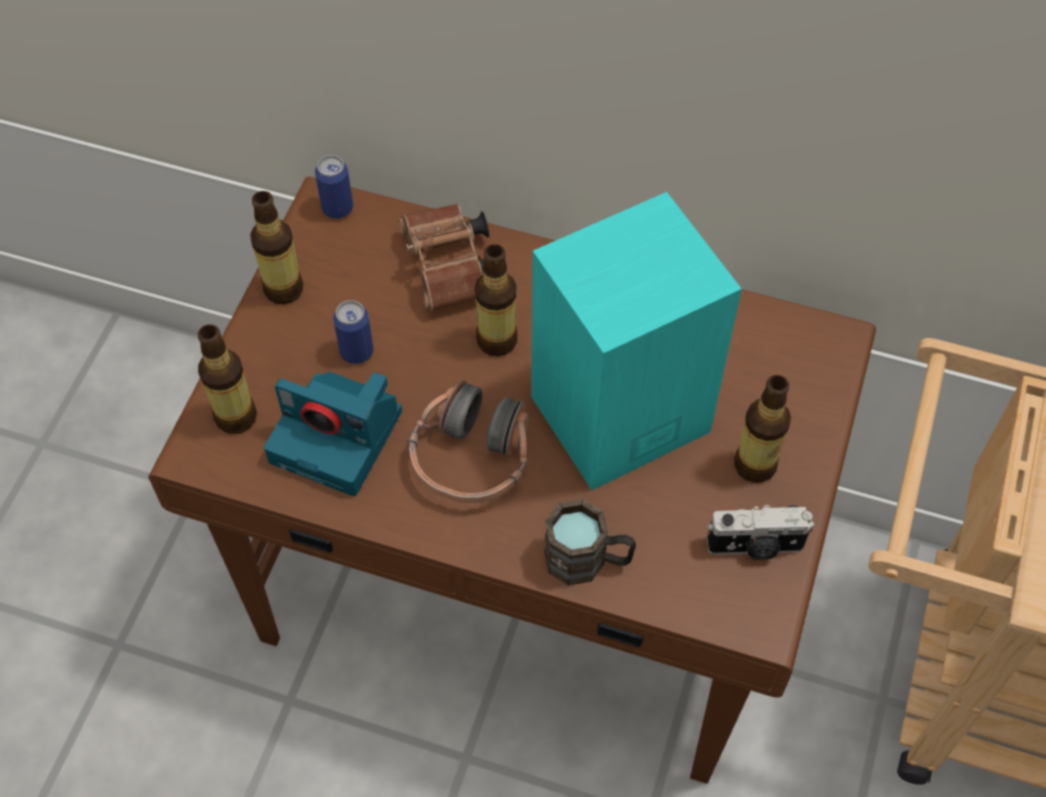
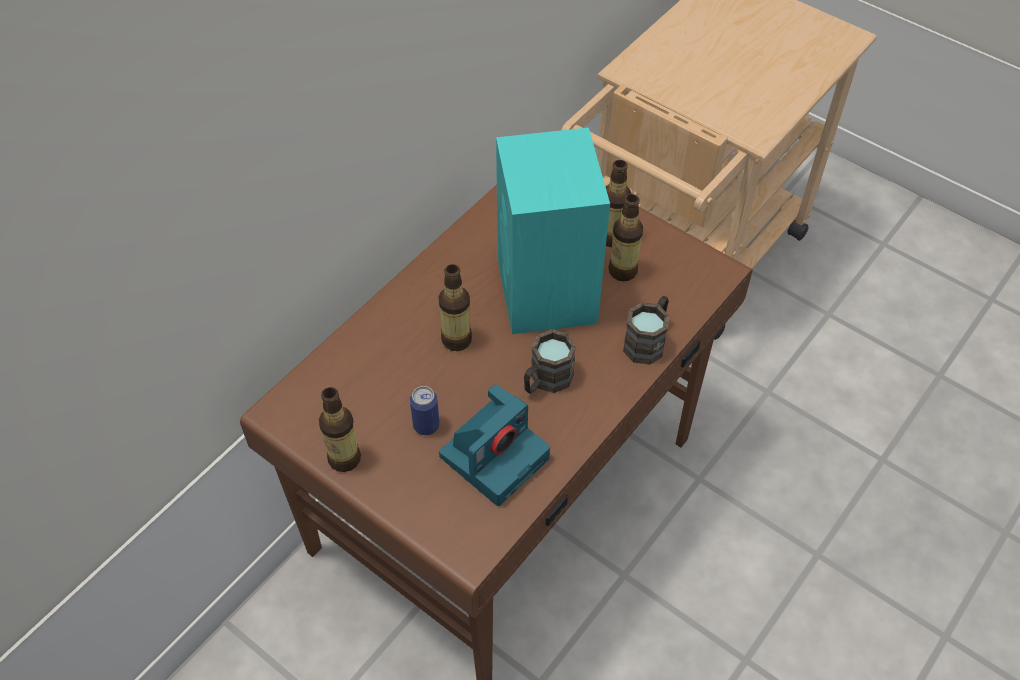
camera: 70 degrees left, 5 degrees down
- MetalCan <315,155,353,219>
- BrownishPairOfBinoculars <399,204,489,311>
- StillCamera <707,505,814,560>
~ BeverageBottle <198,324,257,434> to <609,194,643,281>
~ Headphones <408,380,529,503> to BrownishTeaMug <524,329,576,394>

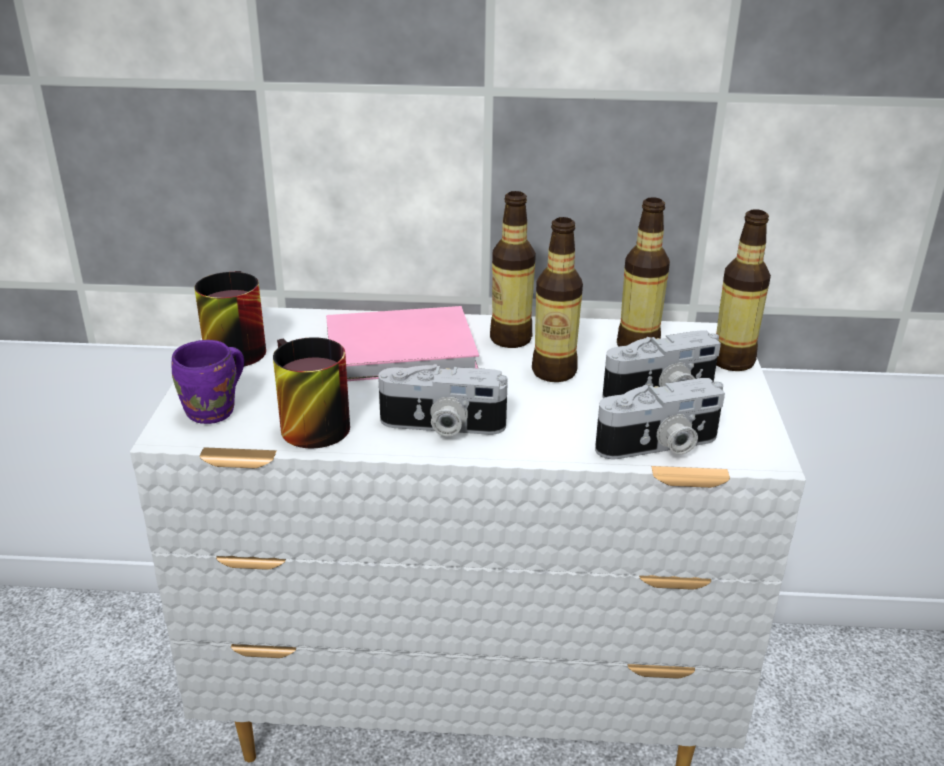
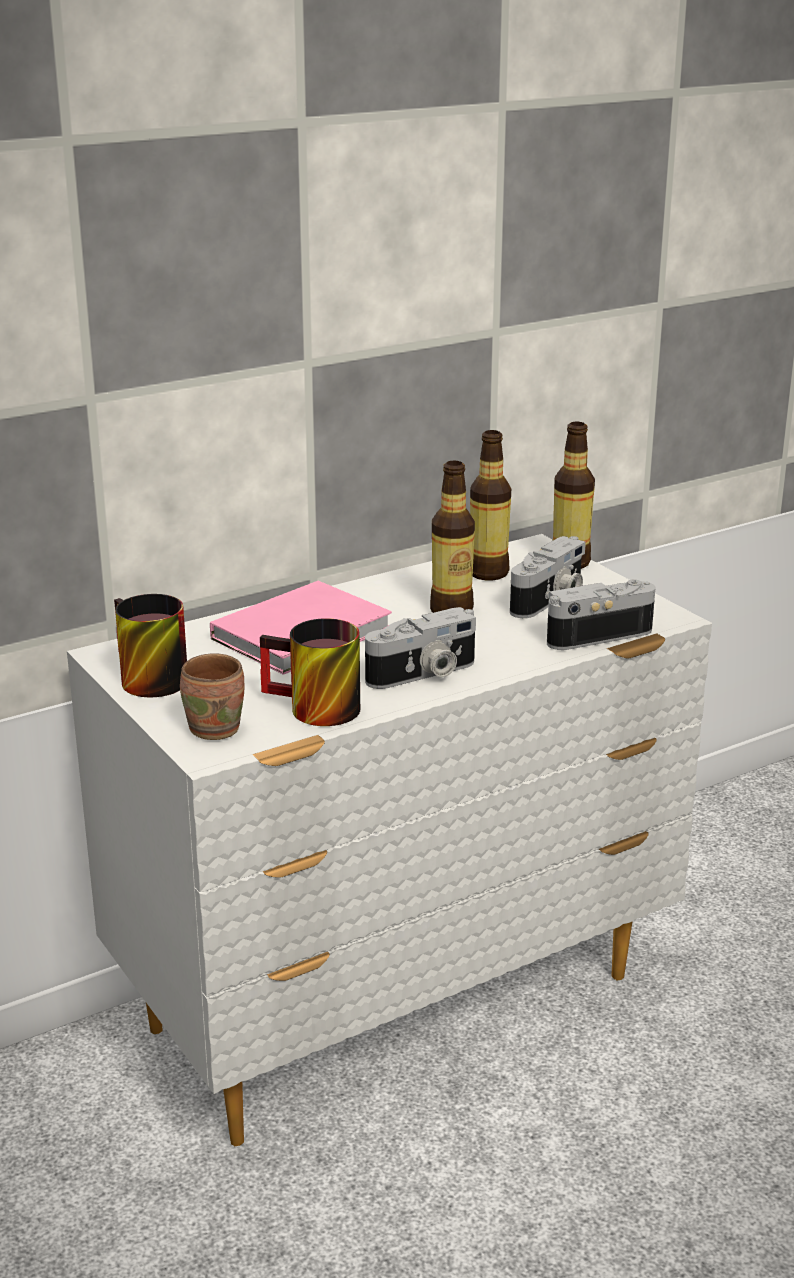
camera: 35 degrees left, 5 degrees down
- BeverageBottle <490,191,536,348>
~ PurplishTeaMug <172,340,244,424> to BrownishTeaMug <180,653,245,740>
~ StillCamera <595,378,725,459> = <547,579,656,650> 150 degrees counterclockwise

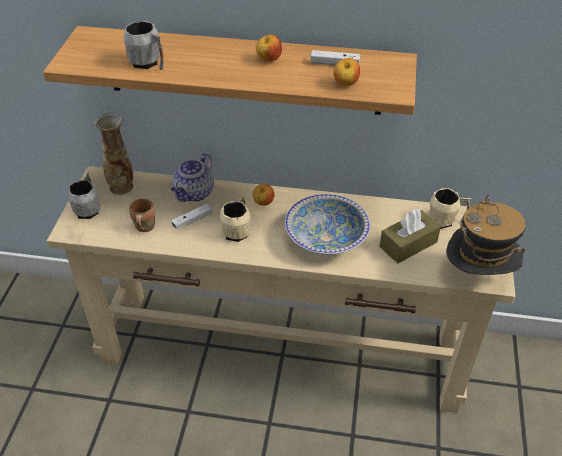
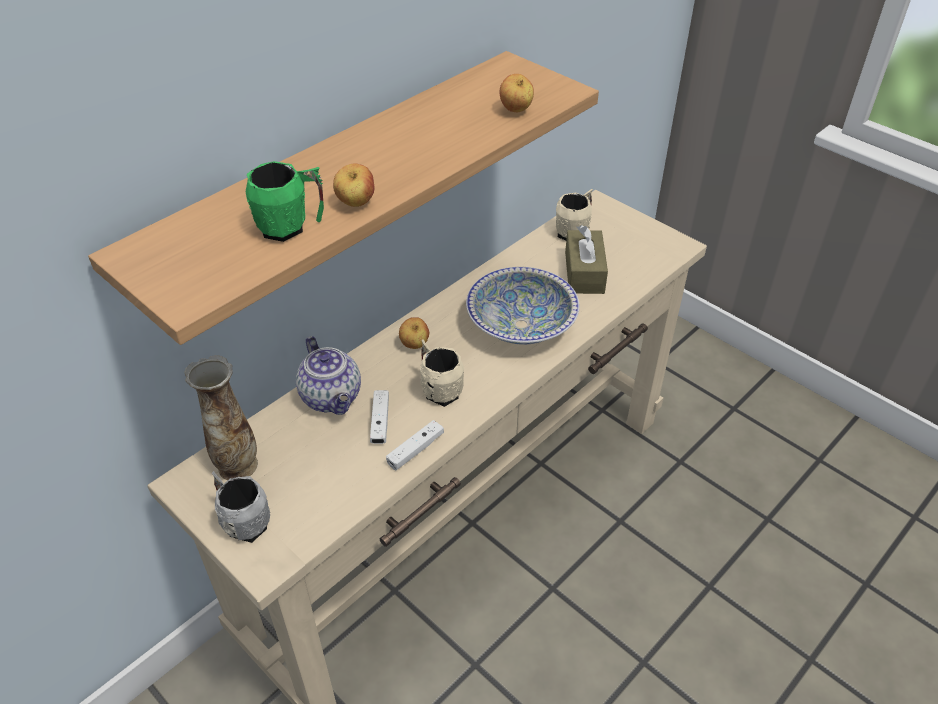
camera: 55 degrees left, 0 degrees up
- BrownishTeaMug <129,198,155,232>
- ClothingHat <446,195,526,275>
~ AppleFruit <256,35,282,62> to <333,163,374,207>
~ WhiteColouredJoypad <311,50,360,65> to <386,420,444,470>
~ GreyishTeaMug <124,21,164,70> to GreenColouredTeaMug <246,161,324,242>

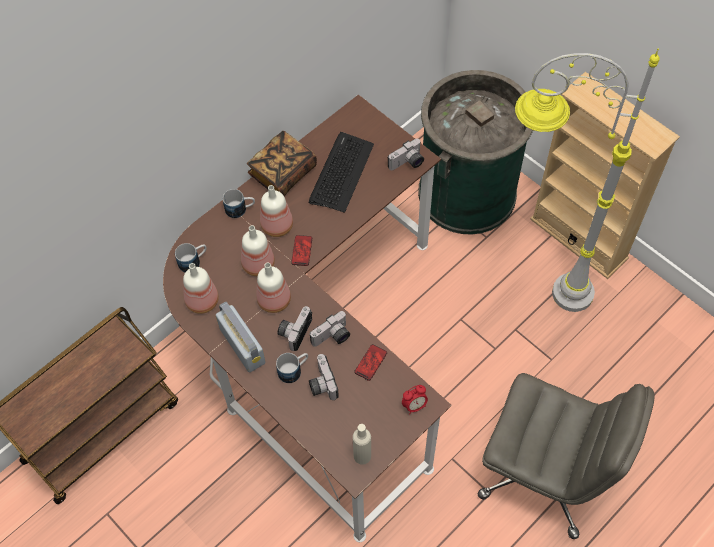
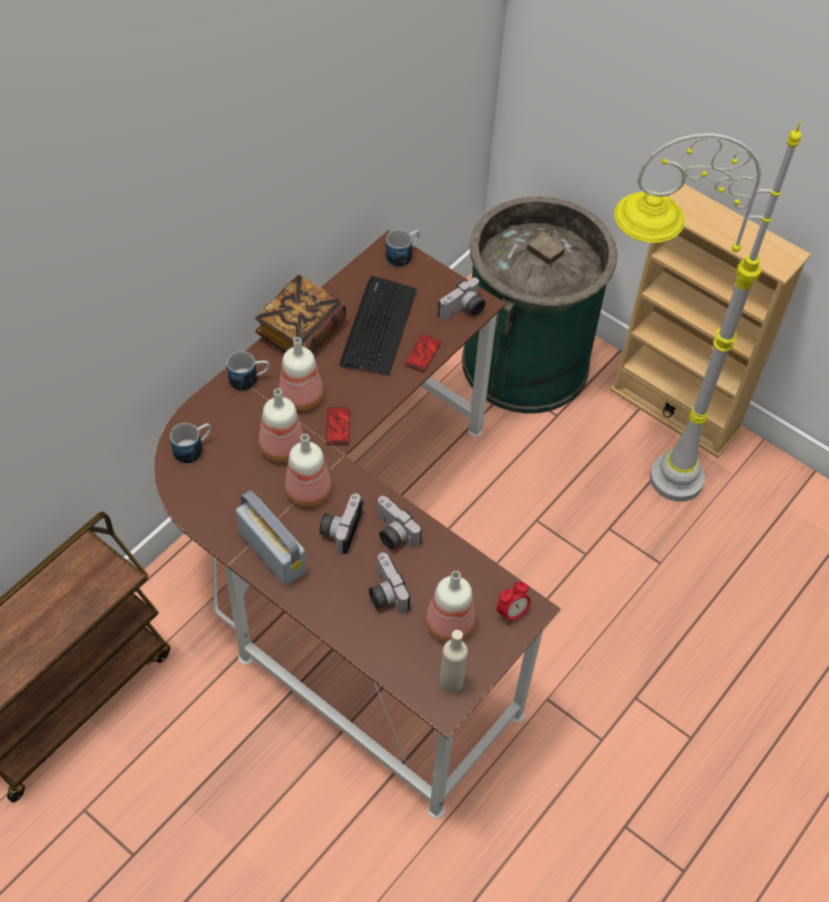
camera: 10 degrees left, 5 degrees down
- GreyishDeskChair <478,373,655,539>
~ BeverageBottle <183,263,219,314> to <426,571,475,642>
~ TeaMug <276,353,308,383> to <386,230,420,267>
~ Phone <354,344,387,381> to <405,334,441,372>
~ StillCamera <310,311,350,347> = <378,496,422,549> 90 degrees clockwise

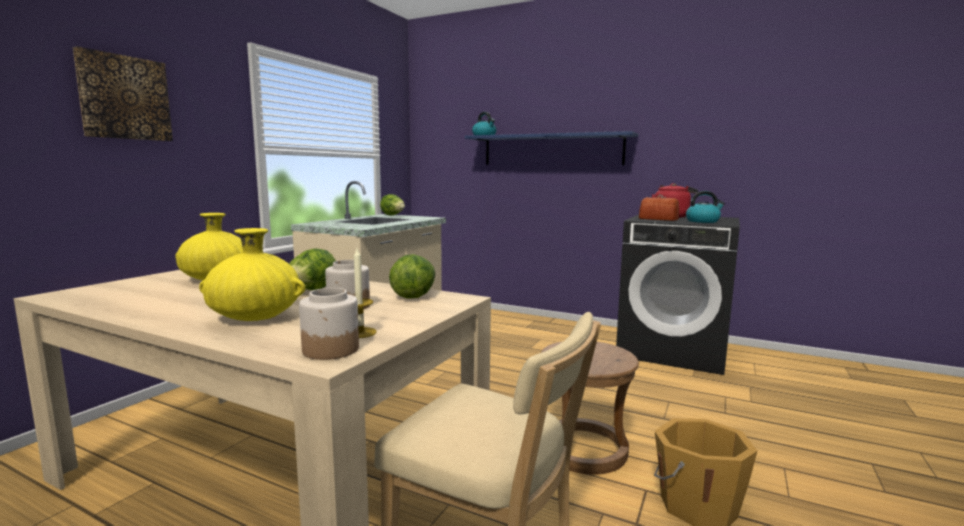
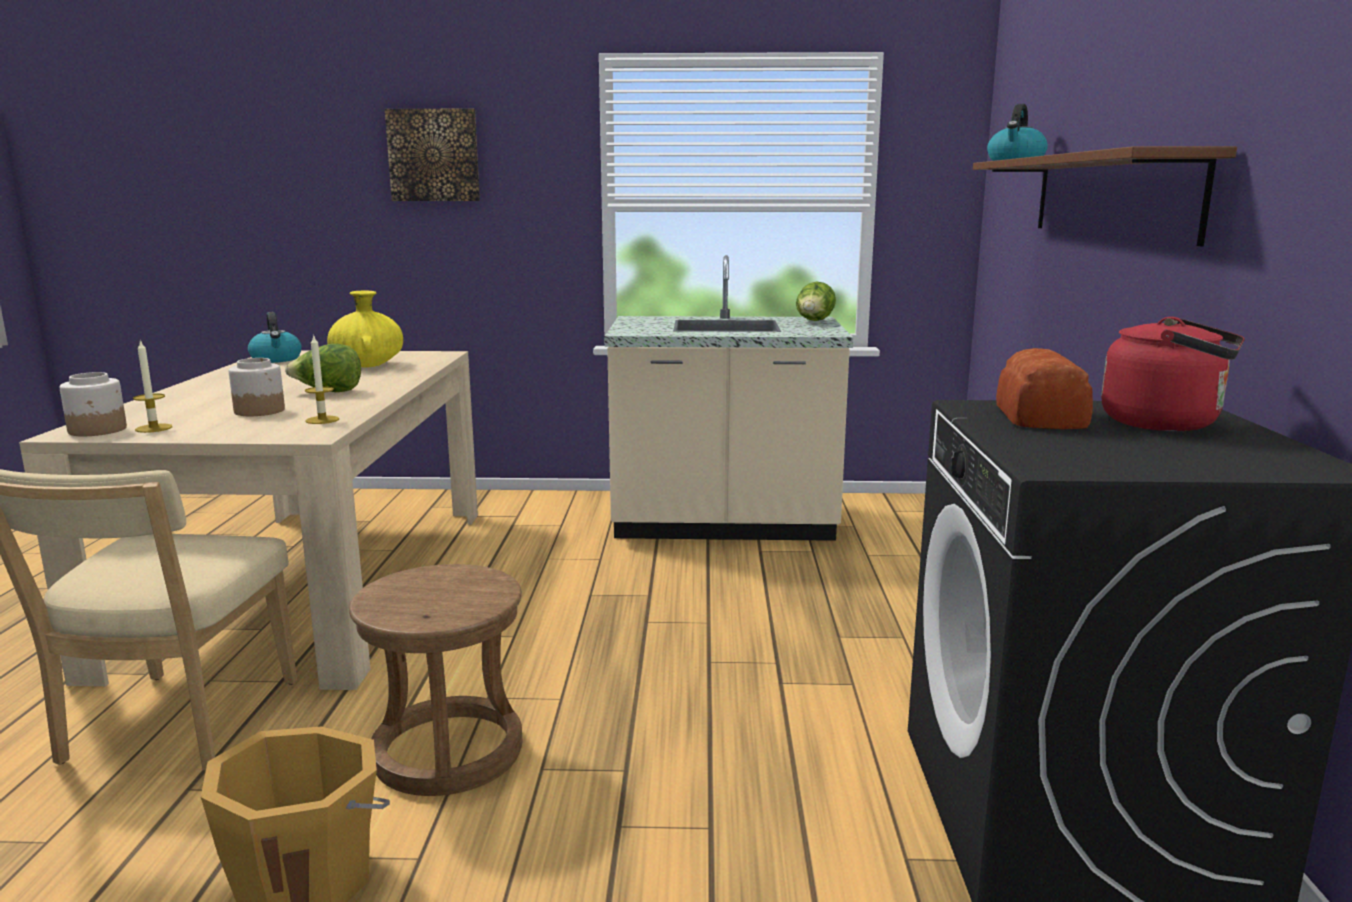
camera: 65 degrees right, 5 degrees up
- YellowVase <199,228,305,321>
~ WaterKettle <686,191,725,223> to <248,312,302,363>
~ HeadOfLettuce <389,254,435,299> to WaxCandle <305,334,339,424>
~ BluishBracketShelf <465,131,638,165> to BrownishBracketShelf <973,146,1237,246>

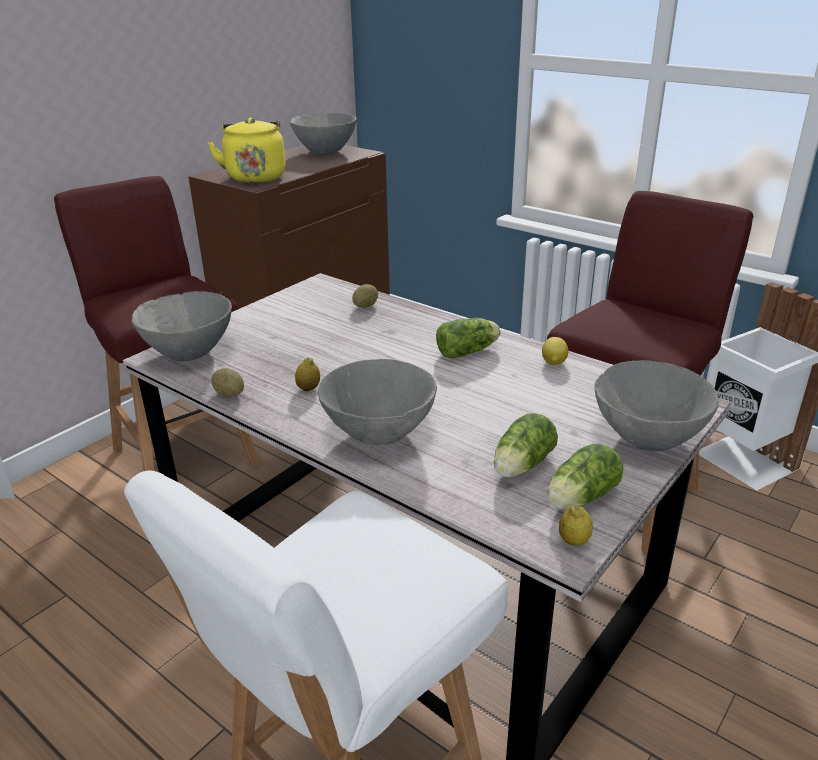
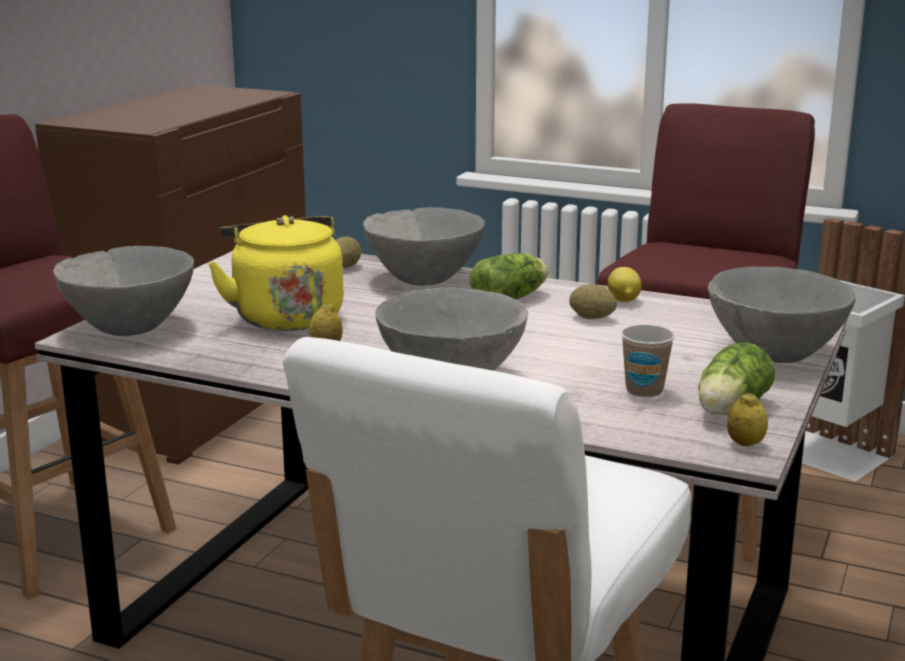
camera: 15 degrees left, 10 degrees down
~ YellowWaterKettle <207,118,286,183> to <208,215,344,331>
~ Spud <211,368,244,397> to <569,284,617,319>
~ GreyishBowl <290,113,356,154> to <363,207,485,285>
~ HeadOfLettuce <494,413,558,478> to DrinkingCup <621,324,675,398>

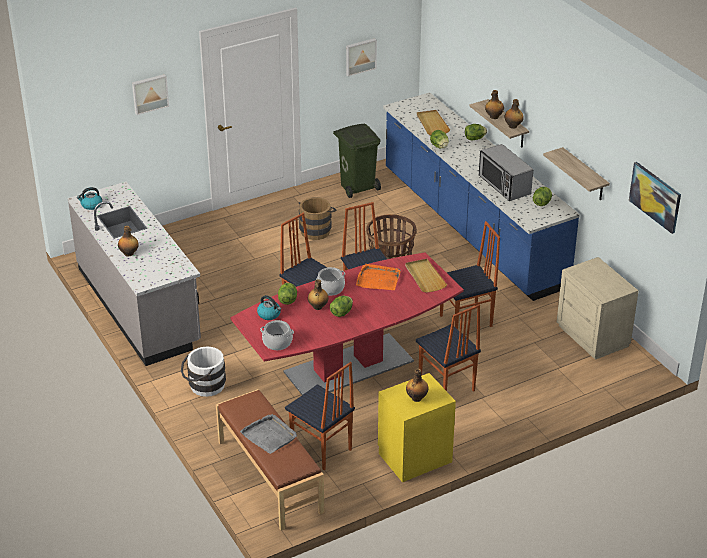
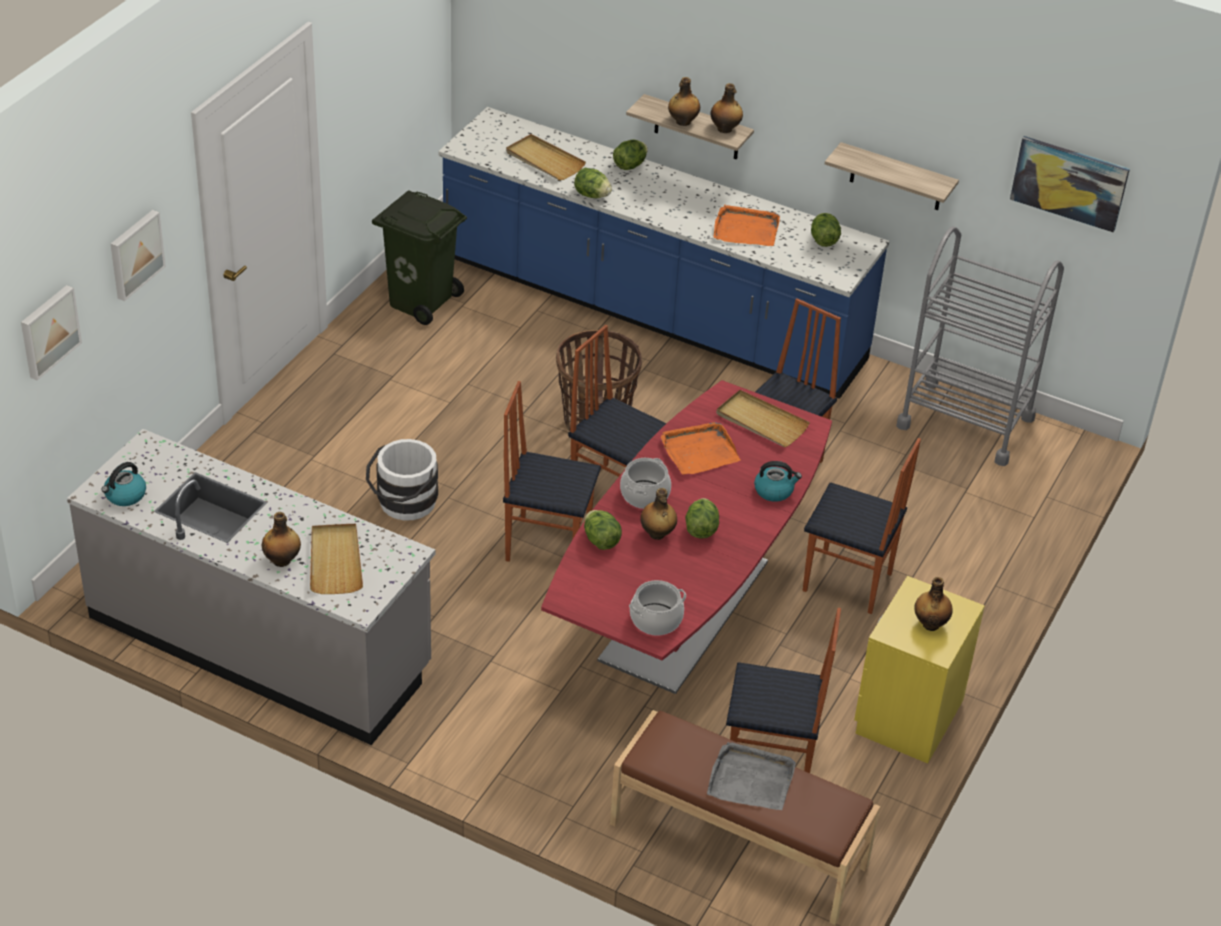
camera: 35 degrees left, 5 degrees up
- BrownishPail <299,197,336,240>
+ BeigeServingTray <310,524,363,594>
~ WhiteColouredPail <181,347,226,397> to <366,439,438,521>
~ WaterKettle <257,295,281,320> to <754,461,802,502>
~ WallArt <346,38,377,77> to <21,285,82,381>
~ KitchenMicrowave <479,144,533,201> to OrangeColouredServingTray <713,205,780,246>
~ BeigeBedsideTable <557,257,639,360> to GreyishWheeledCart <896,226,1064,466>

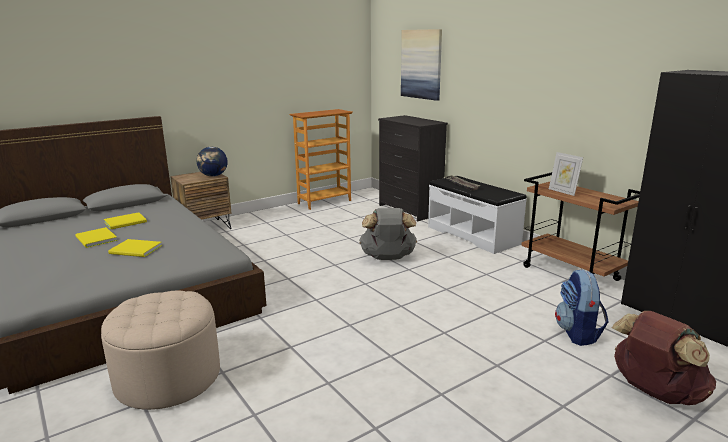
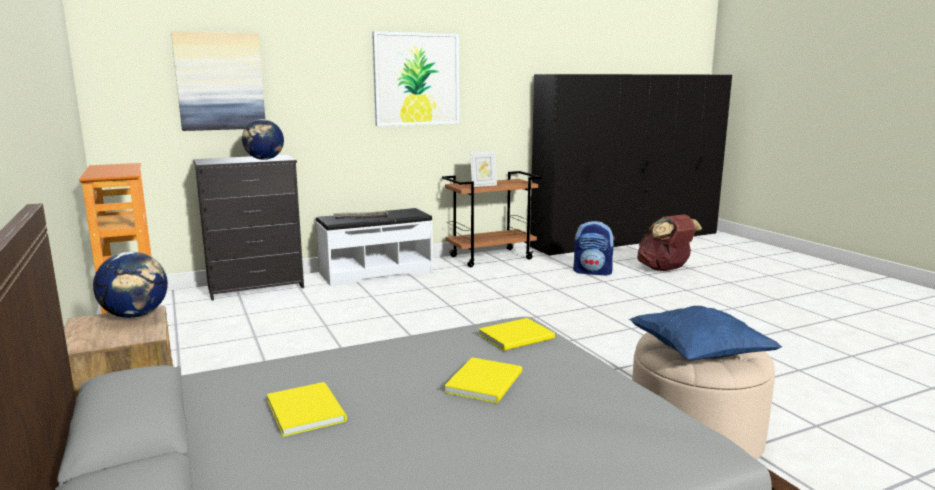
camera: 80 degrees left, 5 degrees down
- GreyishRucksack <359,208,417,260>
+ DeskGlobe <242,119,284,160>
+ WallArt <372,31,459,126>
+ BluishPillow <629,306,782,360>
~ YellowBoundBook <75,227,118,248> to <478,318,555,351>

